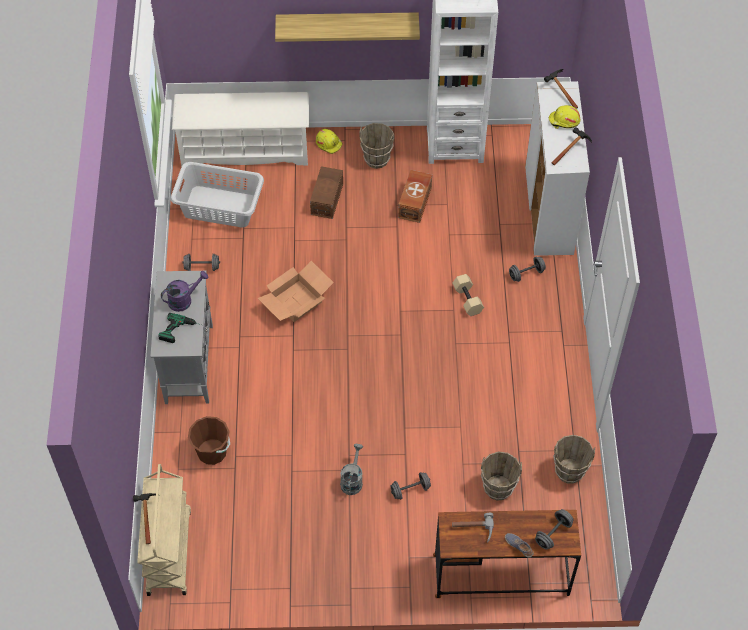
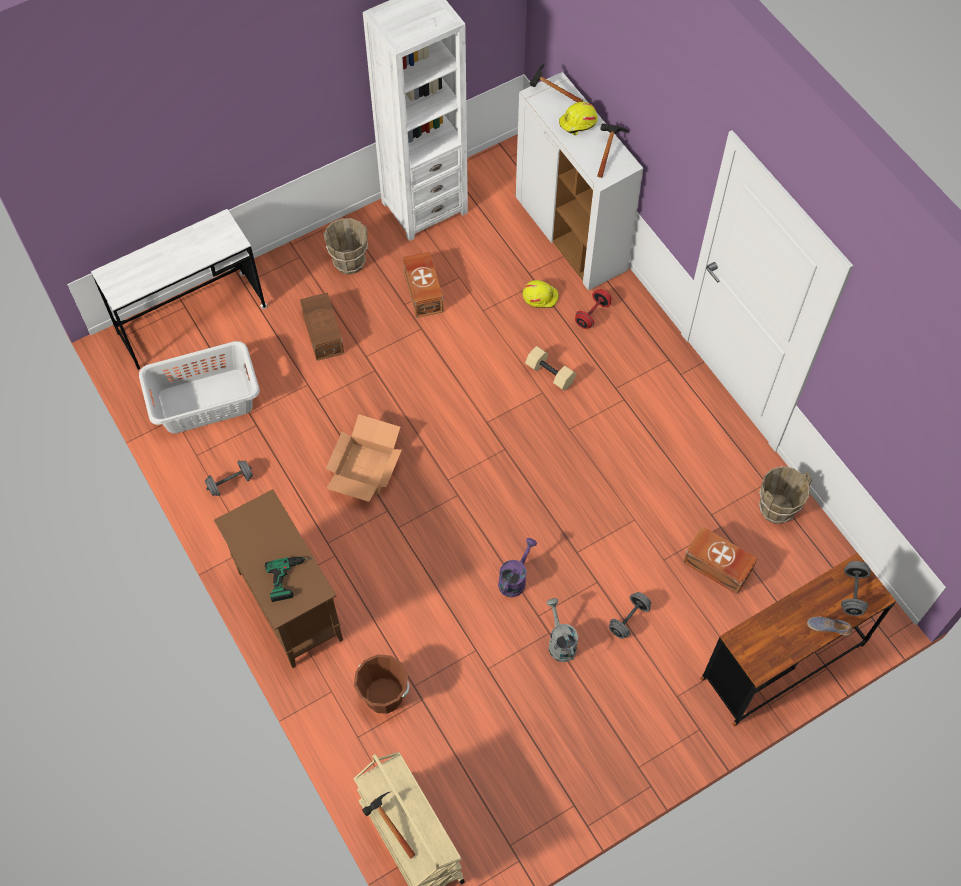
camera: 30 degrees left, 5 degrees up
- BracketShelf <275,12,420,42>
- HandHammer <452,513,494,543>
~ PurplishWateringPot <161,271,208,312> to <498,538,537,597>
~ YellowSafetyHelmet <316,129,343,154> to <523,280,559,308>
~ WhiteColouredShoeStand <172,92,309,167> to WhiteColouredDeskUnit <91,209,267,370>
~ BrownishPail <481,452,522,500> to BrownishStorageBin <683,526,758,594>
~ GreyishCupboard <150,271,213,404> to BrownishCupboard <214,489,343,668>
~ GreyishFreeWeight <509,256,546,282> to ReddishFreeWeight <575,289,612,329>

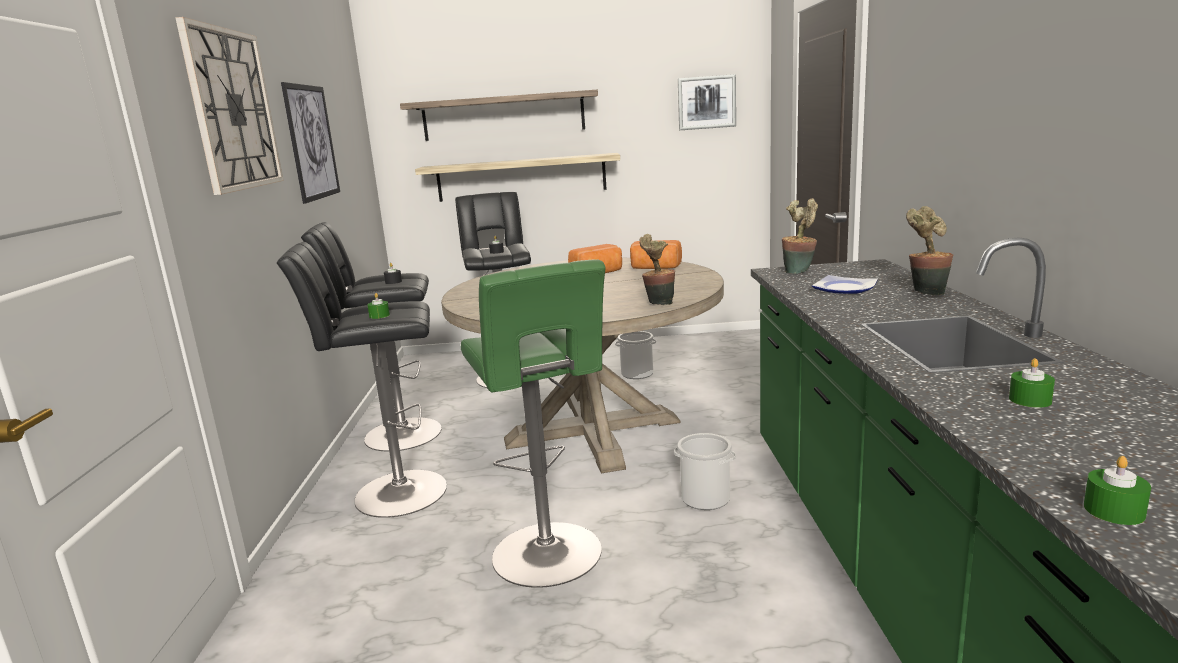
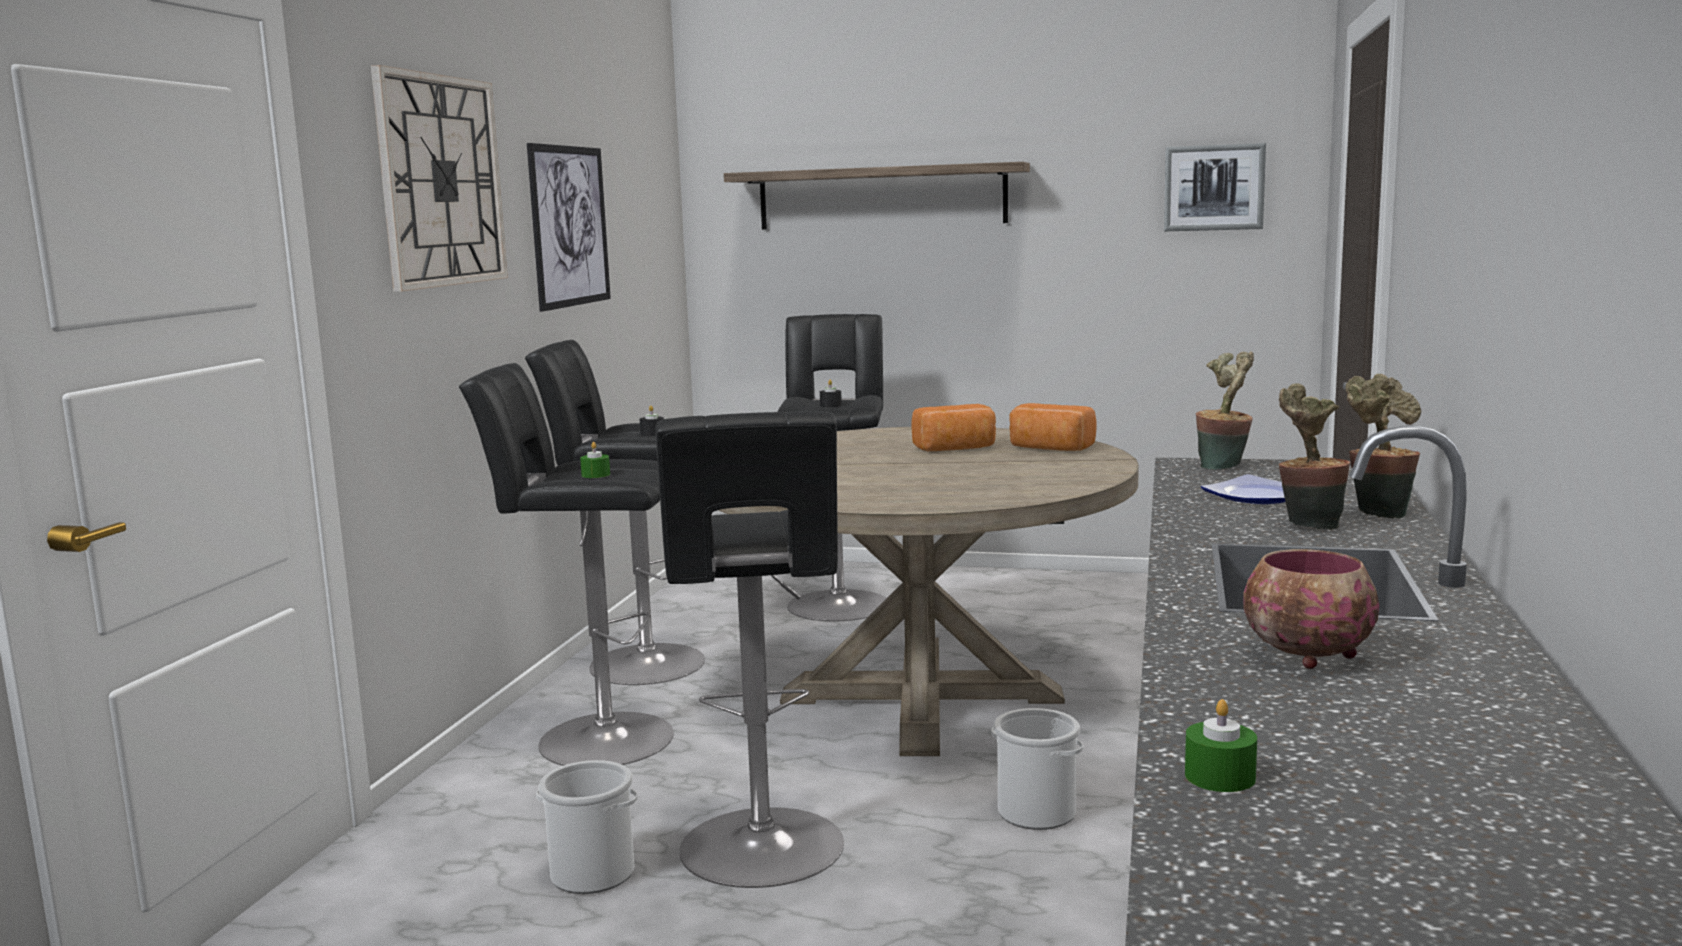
camera: 15 degrees right, 5 degrees down
- BracketShelf <415,153,620,202>
~ Pail <615,331,656,379> to <536,760,638,894>
~ PottedPlant <639,234,675,305> to <1279,383,1350,530>
~ GreenColouredWaxCandle <1009,358,1055,408> to Bowl <1243,549,1379,669>
~ GreenColouredSittingStool <461,259,605,588> to BlackSittingStool <656,411,844,888>

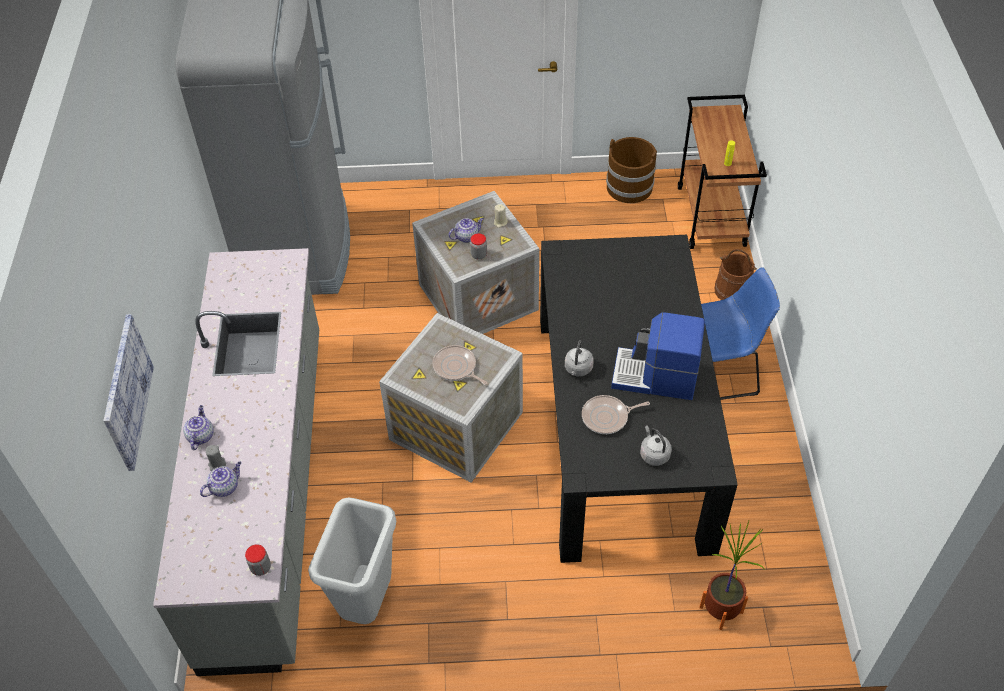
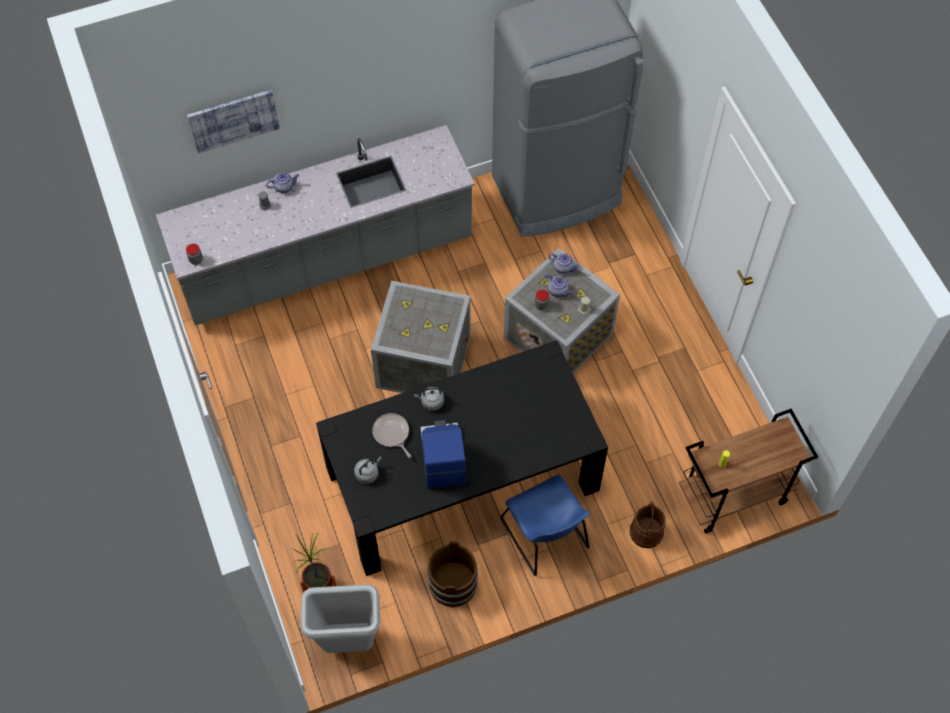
camera: 70 degrees right, 10 degrees up
- Skillet <433,345,487,385>
~ PotForTea <200,461,241,497> to <549,253,580,274>
~ GreyishRubbishBin <308,498,396,624> to <301,584,380,653>
~ BrownishPail <606,137,657,203> to <427,541,478,607>

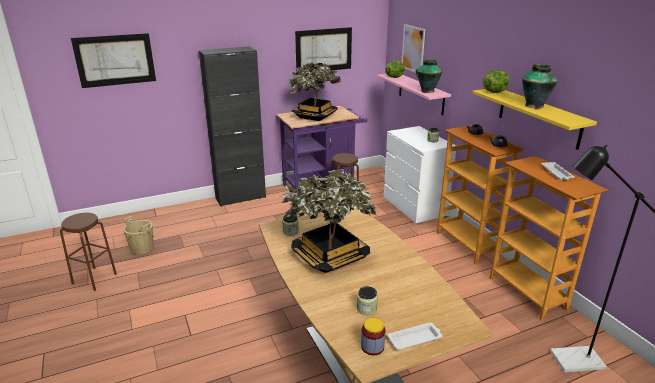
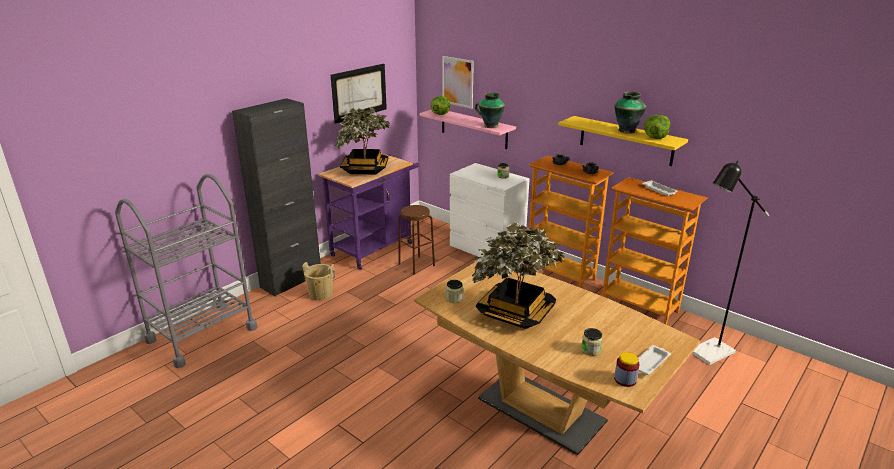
camera: 25 degrees left, 0 degrees up
- BrownishSittingStool <60,213,117,291>
- WallArt <71,33,156,88>
+ GreyishWheeledCart <115,174,258,368>
~ BeigePail <123,216,154,255> to <302,262,335,301>
~ HeadOfLettuce <483,70,509,93> to <644,115,670,139>

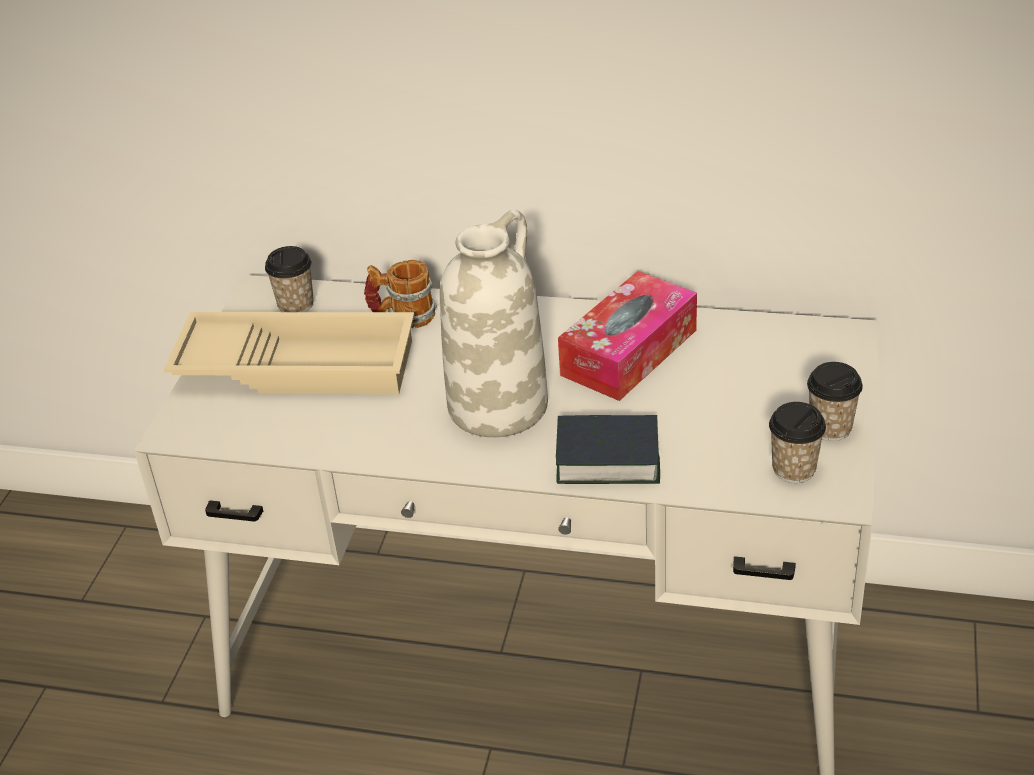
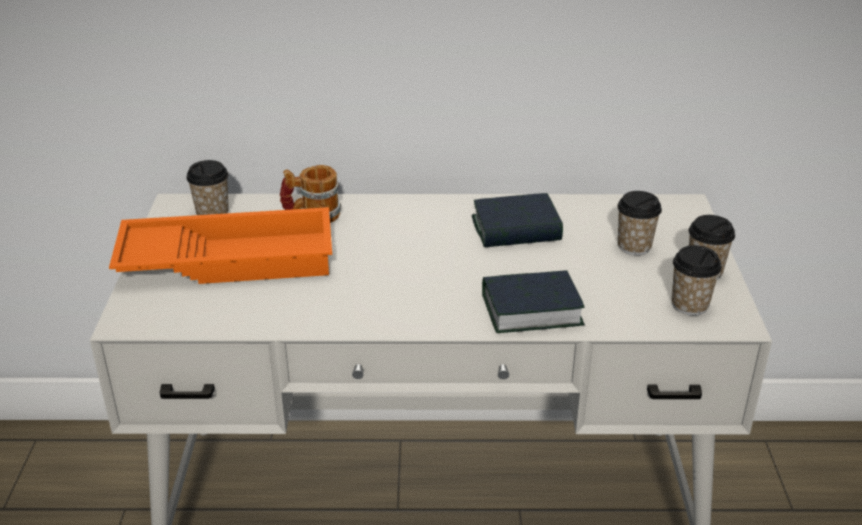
camera: 15 degrees left, 5 degrees down
- WhiteColouredVase <440,210,548,437>
+ DrinkingCup <617,191,662,255>
~ BoxOfTissues <558,271,697,401> to BoundBook <472,193,563,247>
~ BeigeServingTray <164,312,414,394> to OrangeColouredServingTray <109,207,332,284>

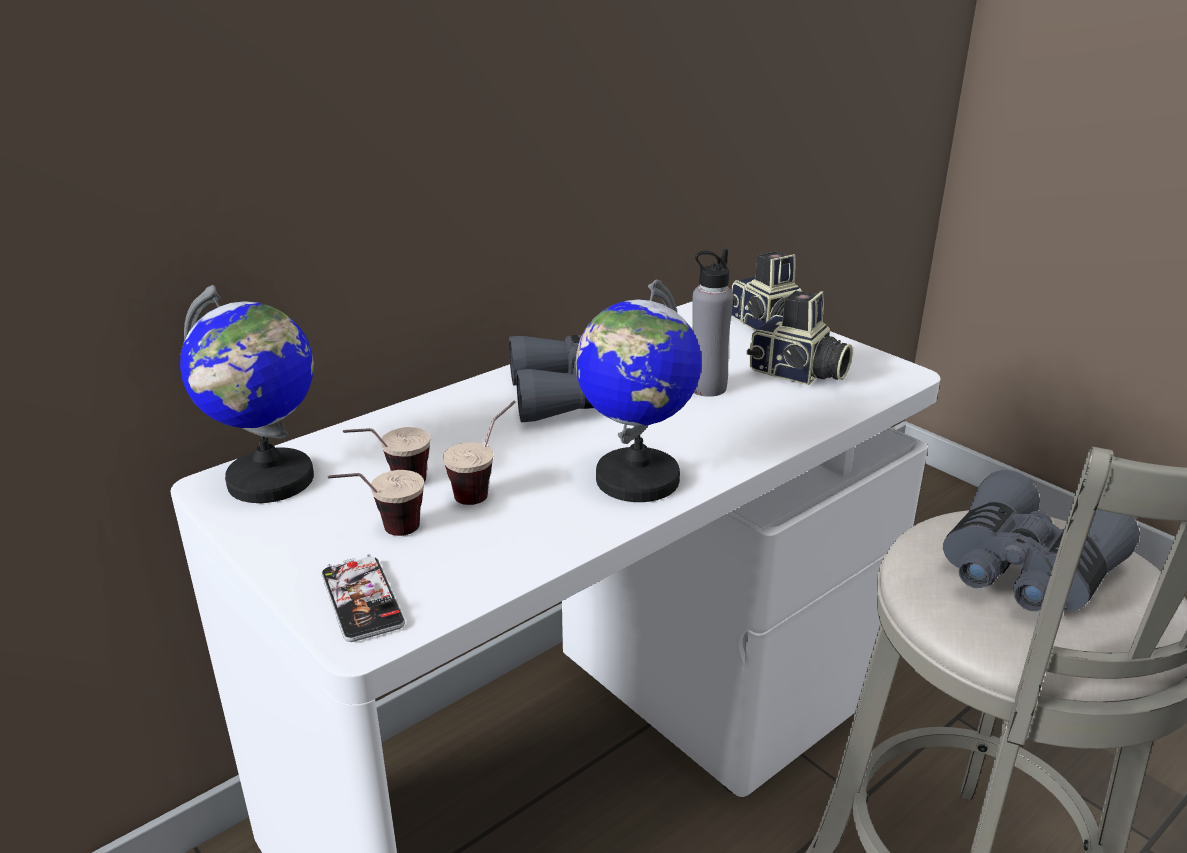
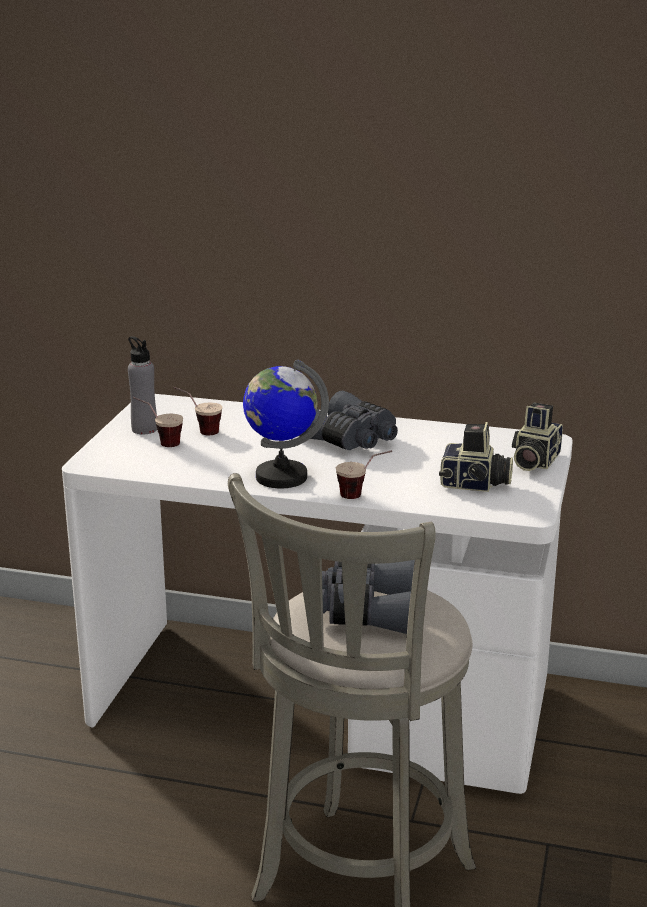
camera: 55 degrees right, 5 degrees down
- DeskGlobe <180,285,314,503>
- Phone <321,554,405,642>
~ DrinkingCup <443,401,516,505> to <336,450,392,499>
~ GreyishBeverageBottle <692,249,734,397> to <128,336,157,434>
~ StillCamera <747,291,853,385> = <439,422,513,492> 75 degrees counterclockwise

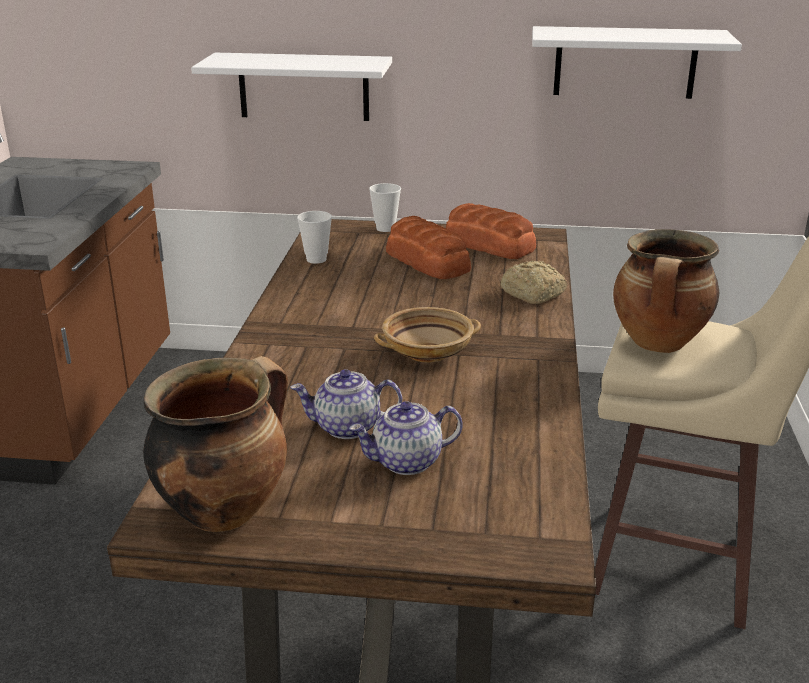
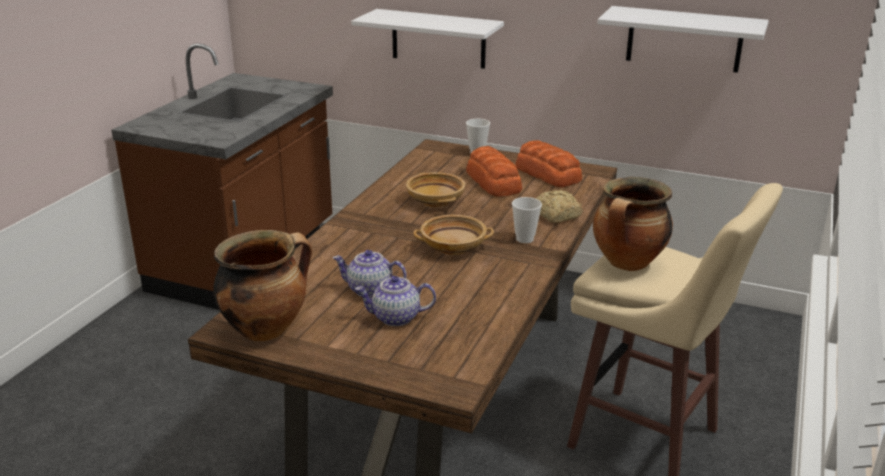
camera: 15 degrees right, 0 degrees up
+ BeigeBowl <406,172,465,207>
~ DrinkingCup <297,211,332,264> to <512,197,542,243>

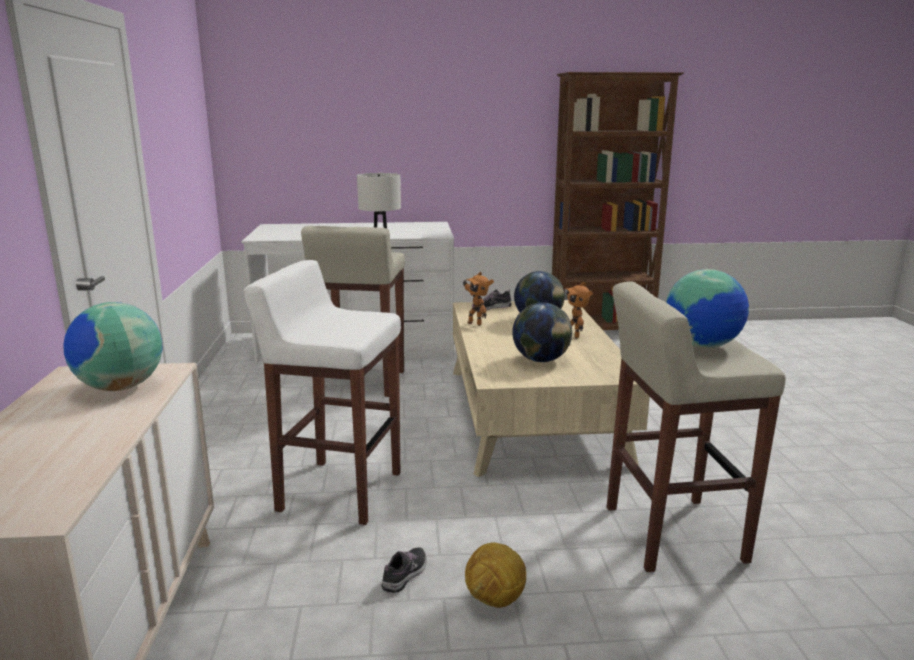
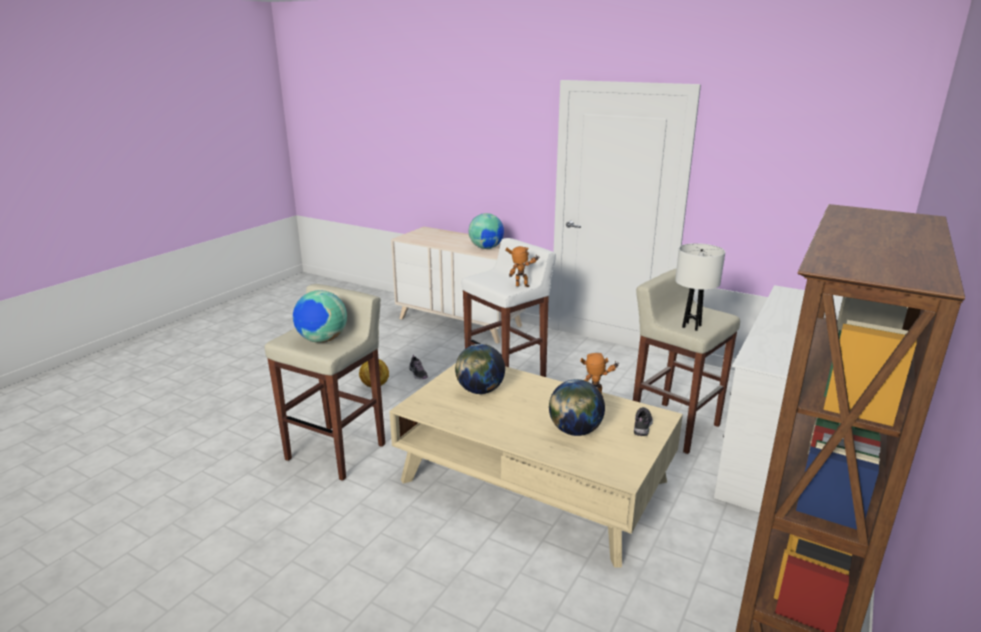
camera: 125 degrees right, 5 degrees up
~ ModelRobot <566,282,593,338> to <505,246,540,287>

